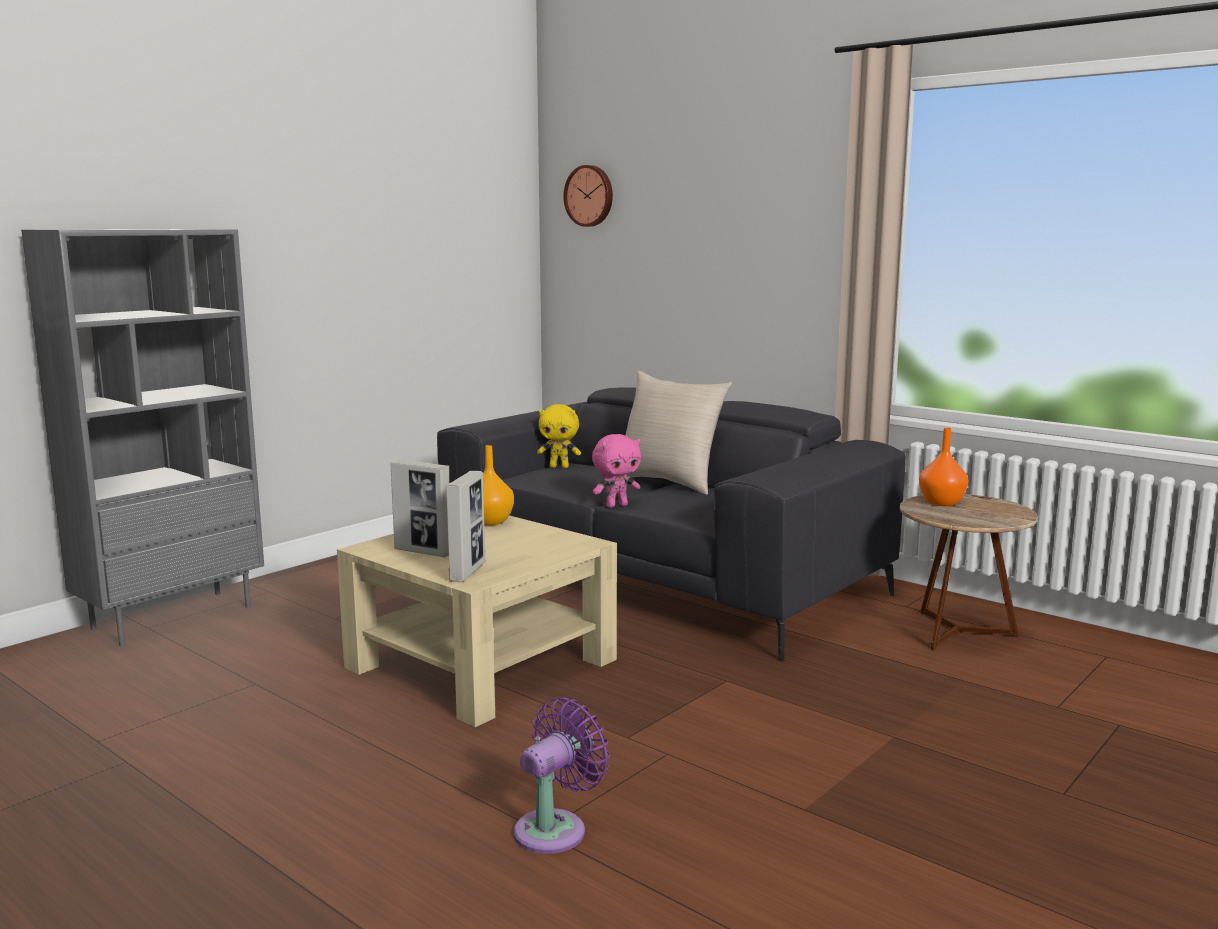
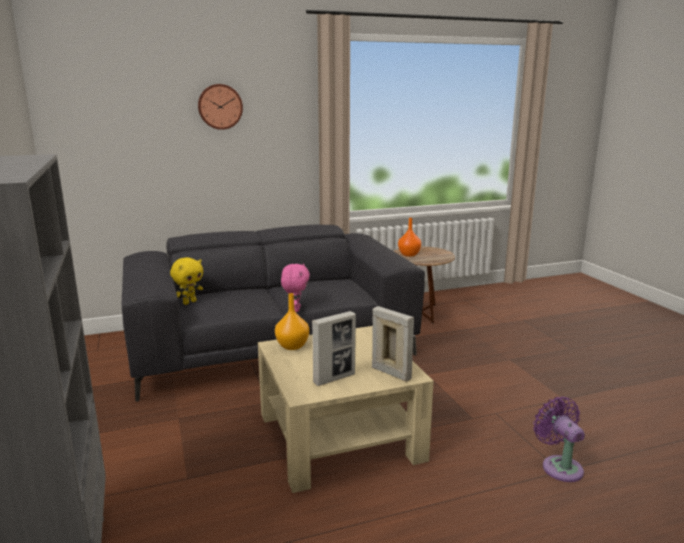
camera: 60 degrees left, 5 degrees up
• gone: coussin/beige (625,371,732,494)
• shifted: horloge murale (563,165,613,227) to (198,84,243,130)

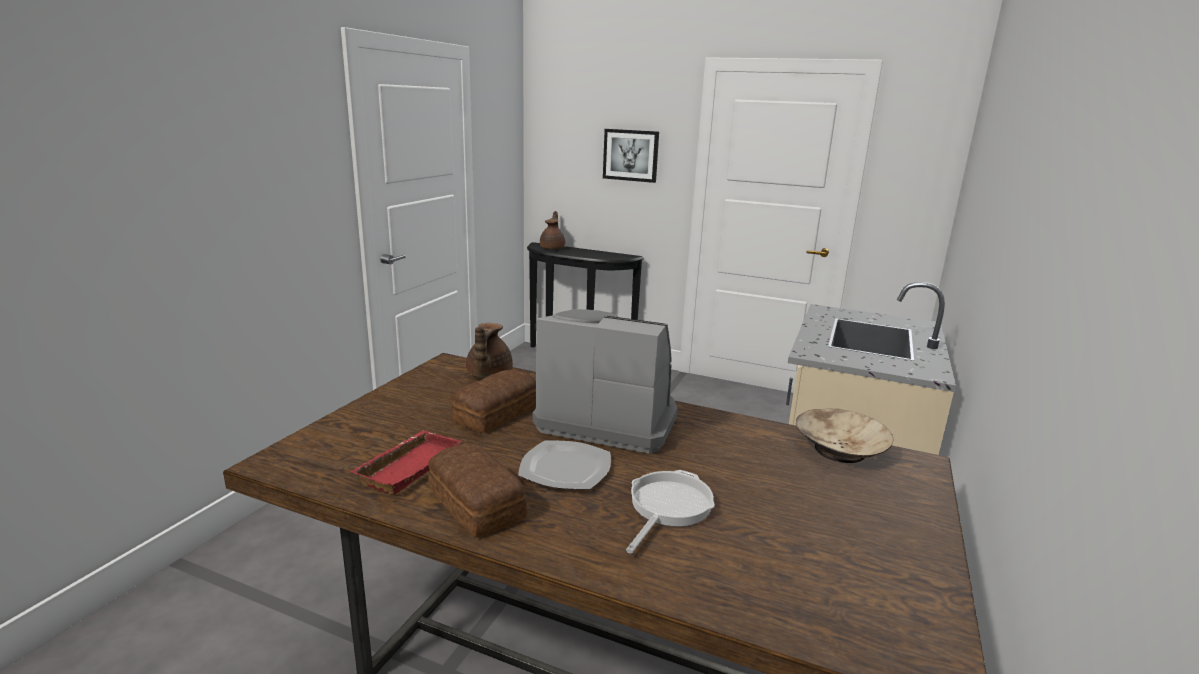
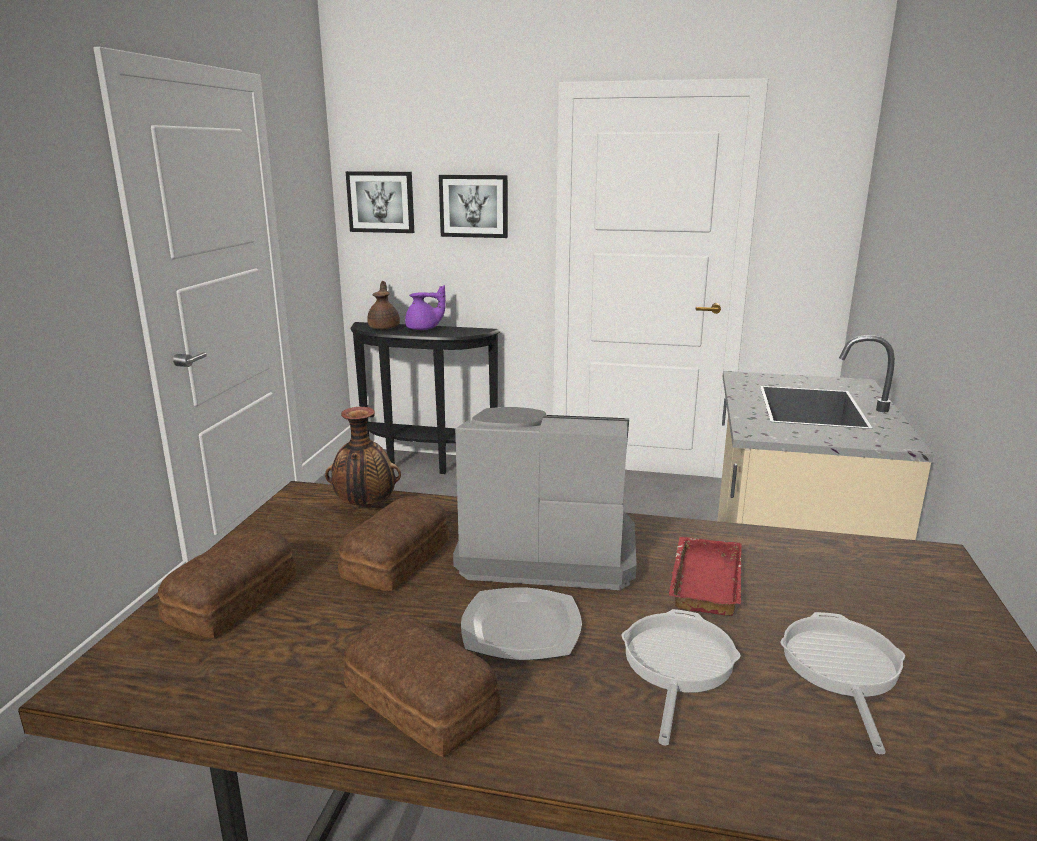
camera: 10 degrees left, 0 degrees up
• gone: bol/beige (796,409,893,463)
• new: pain (158,529,297,638)
• new: tableau (346,171,414,233)
• new: théière/violet (405,285,446,330)
• new: poêle (780,612,905,754)
• shifted: plateau/rouge (350,430,462,495) to (669,537,742,616)
• swapped: théière/marron (466,323,513,379) to vase (325,407,401,507)

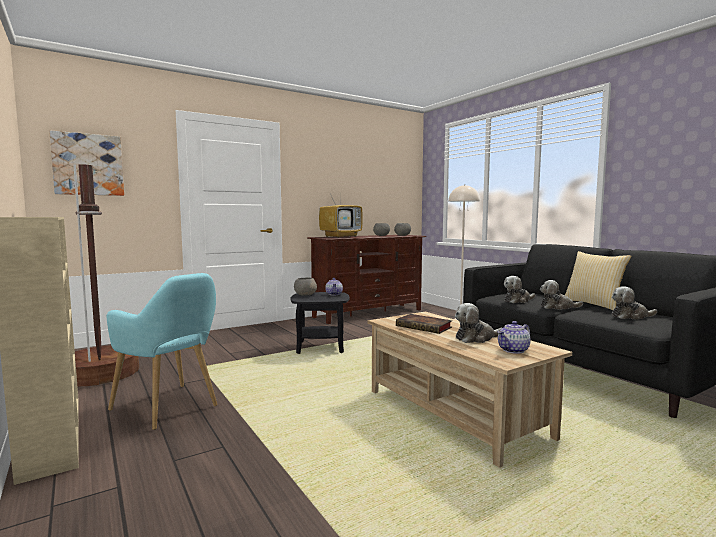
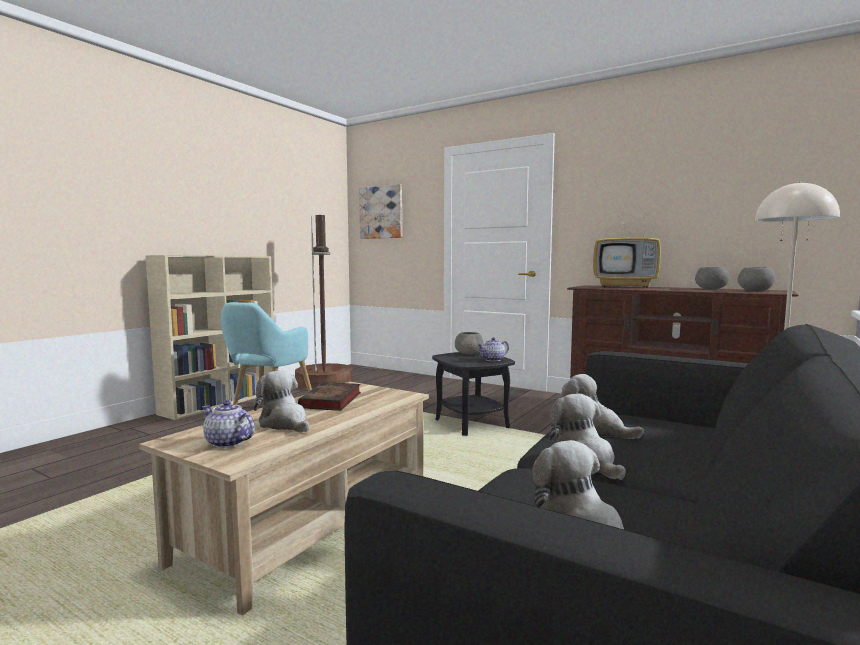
camera: 65 degrees right, 0 degrees up
• gone: coussin (565,251,631,310)

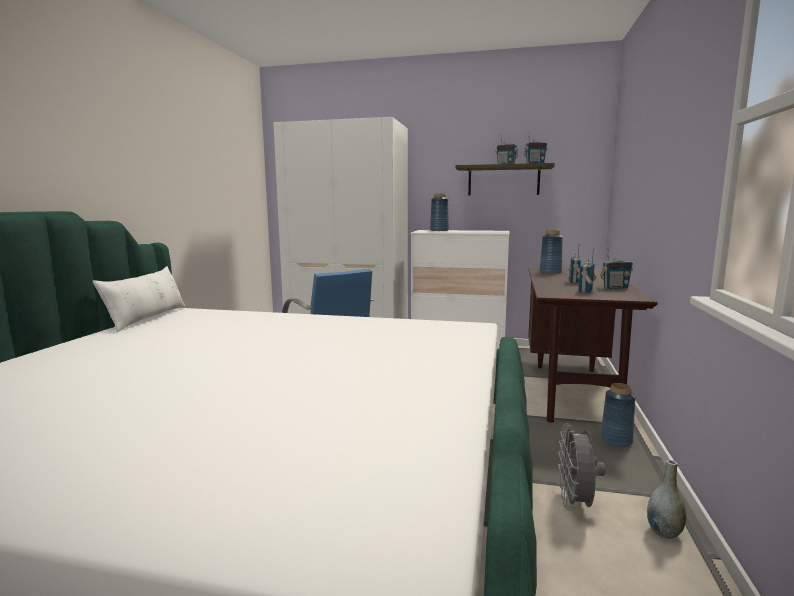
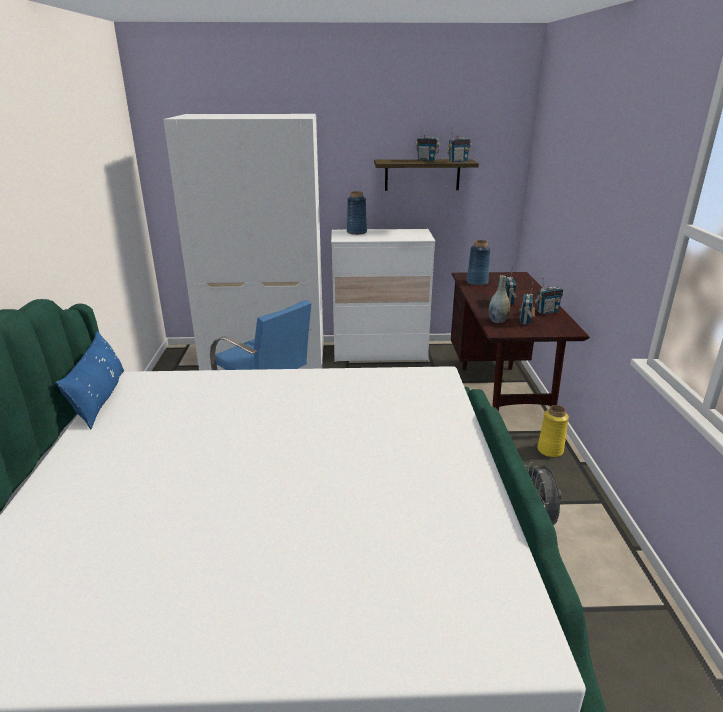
camera: 15 degrees left, 15 degrees up
• shifted: vase/gris (647,460,686,539) to (489,275,510,323)
• repainted: coussin/blanc (93,266,186,332) to coussin/bleu (56,331,124,429)
• repainted: vase/bleu (600,383,636,448) to vase/jaune (537,405,569,457)

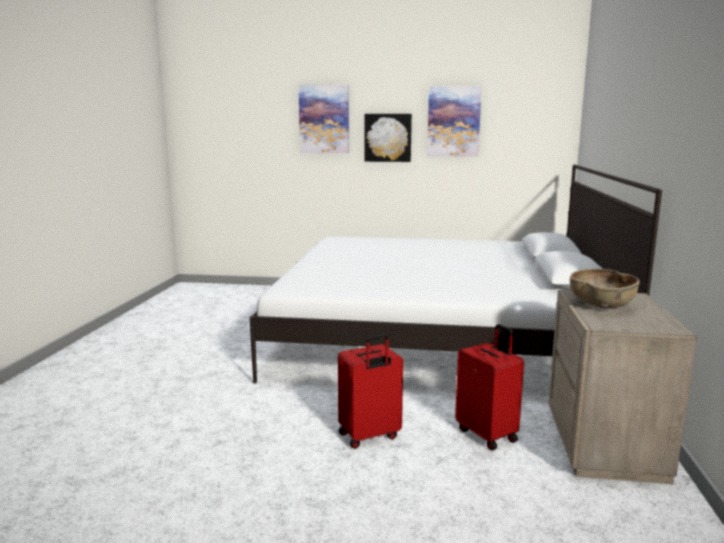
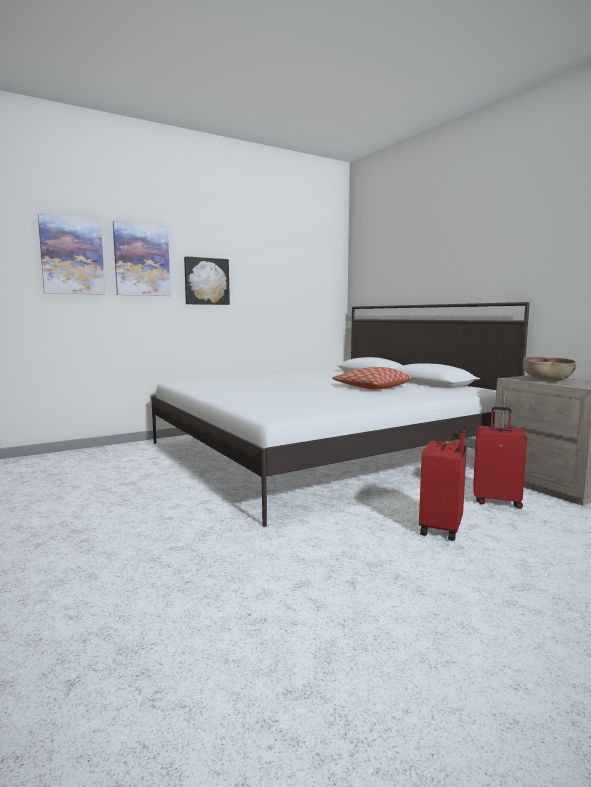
camera: 40 degrees left, 5 degrees down
• new: coussin (332,367,413,390)
• shifted: tableau (427,86,482,157) to (38,213,105,295)

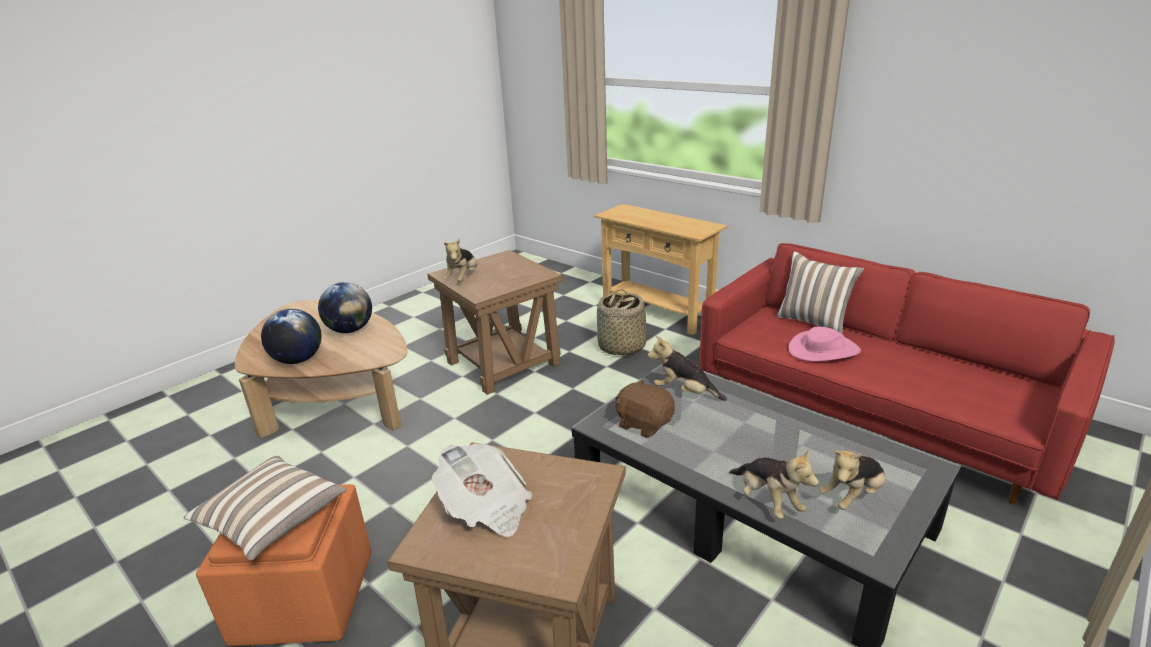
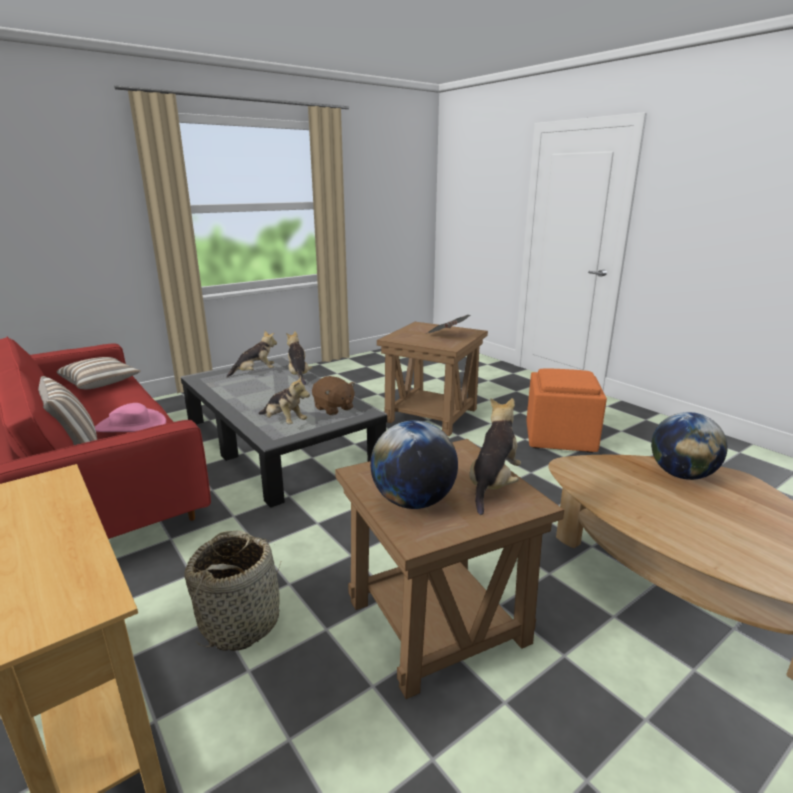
camera: 170 degrees left, 5 degrees down
• shifted: coussin (183,455,347,560) to (57,357,141,390)
• shifted: globe (318,282,372,333) to (370,420,458,509)

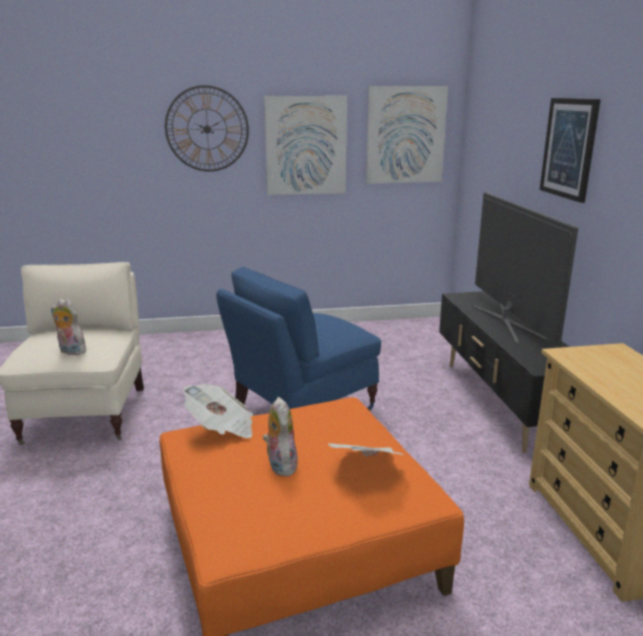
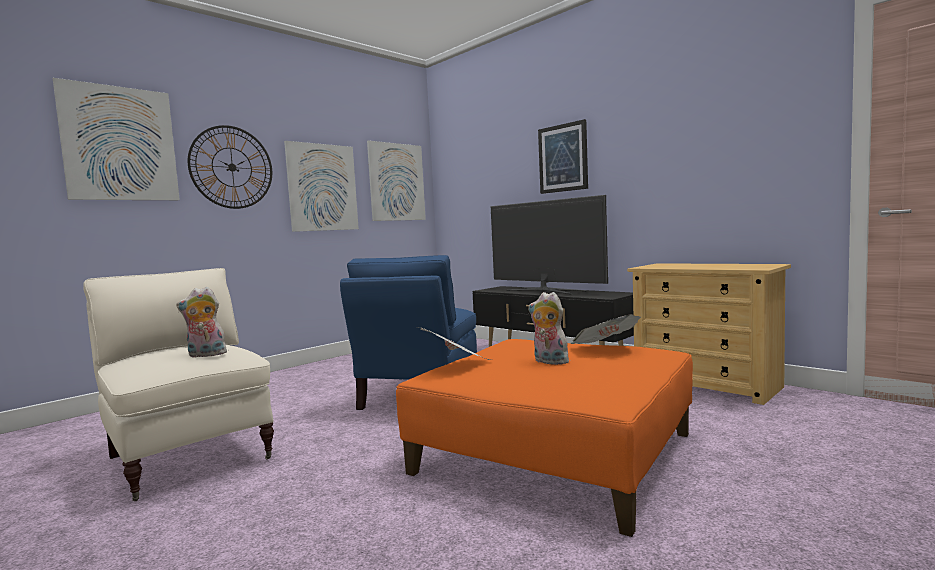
camera: 35 degrees left, 15 degrees down
• new: tableau (53,78,180,200)

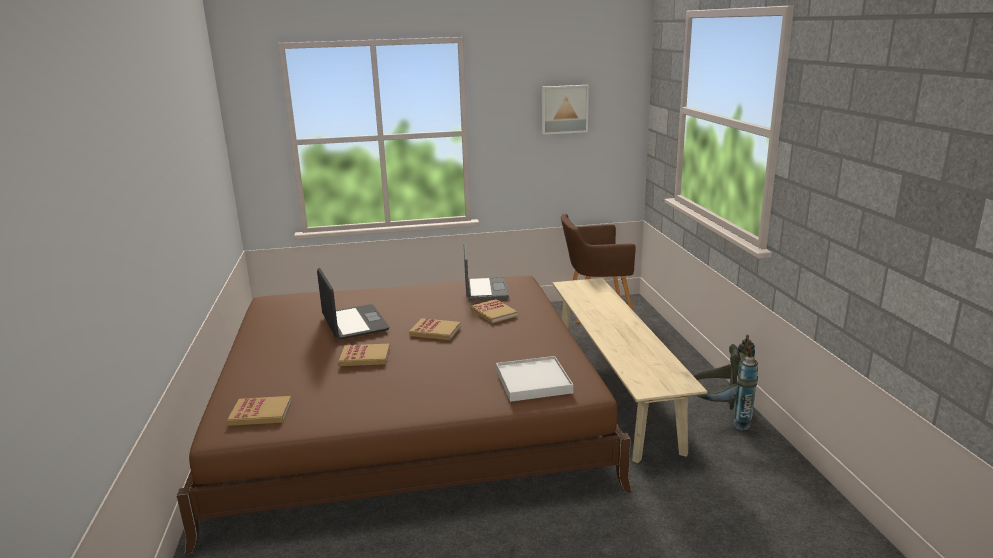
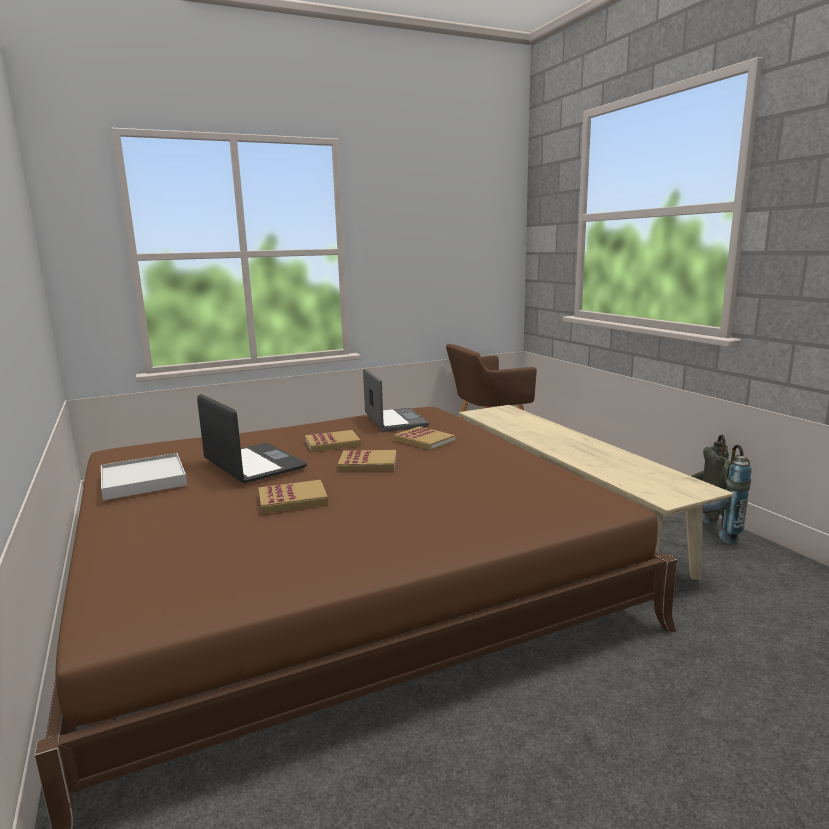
camera: 15 degrees left, 5 degrees down
• gone: tableau (542,85,589,135)
• shifted: livre (227,396,292,426) to (305,430,361,452)
• shifted: plateau/blanc (496,356,573,402) to (101,453,187,500)

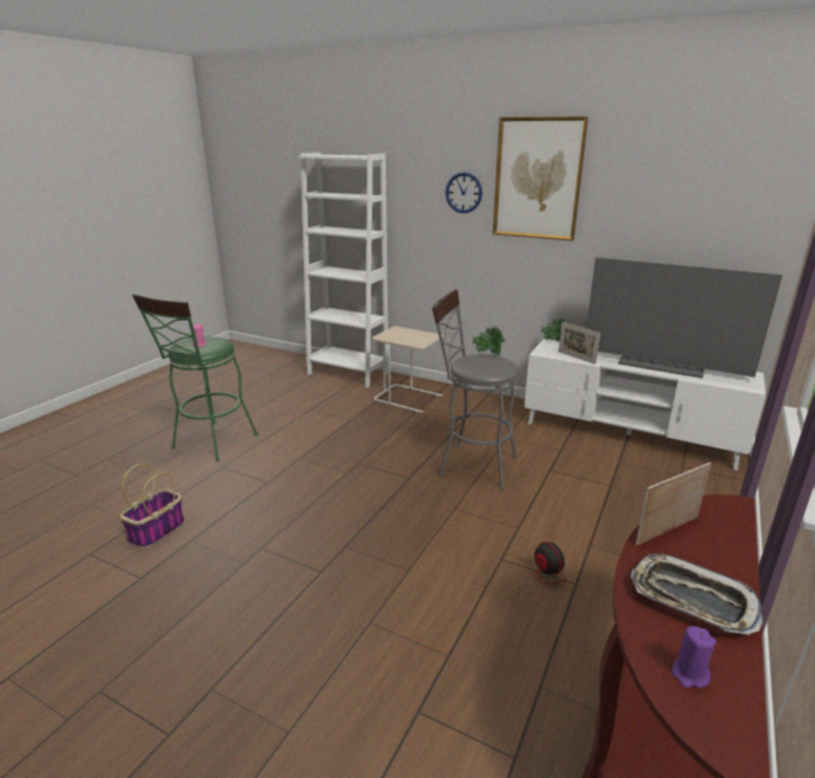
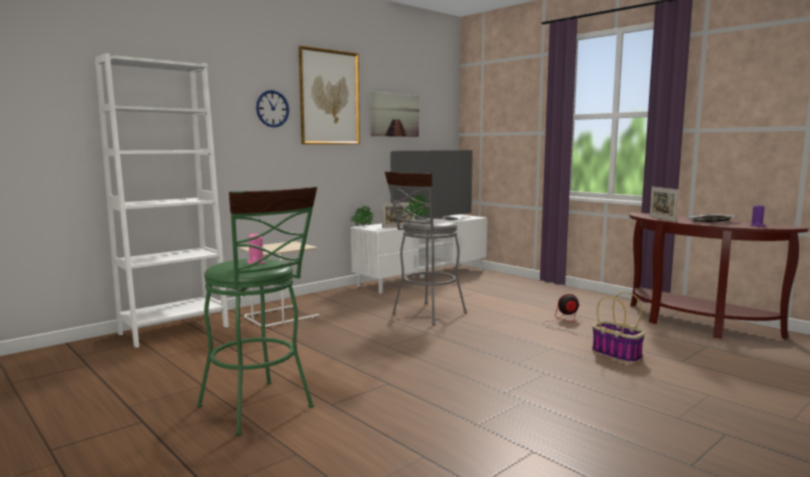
camera: 70 degrees left, 15 degrees down
• new: tableau (370,92,419,137)
• shifted: panier (120,464,185,548) to (592,292,645,364)

